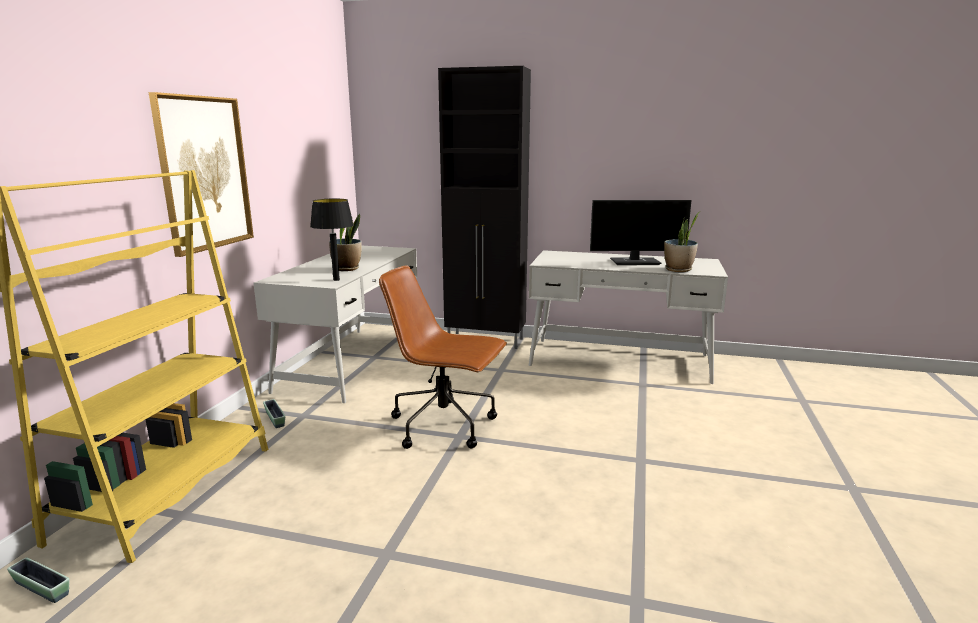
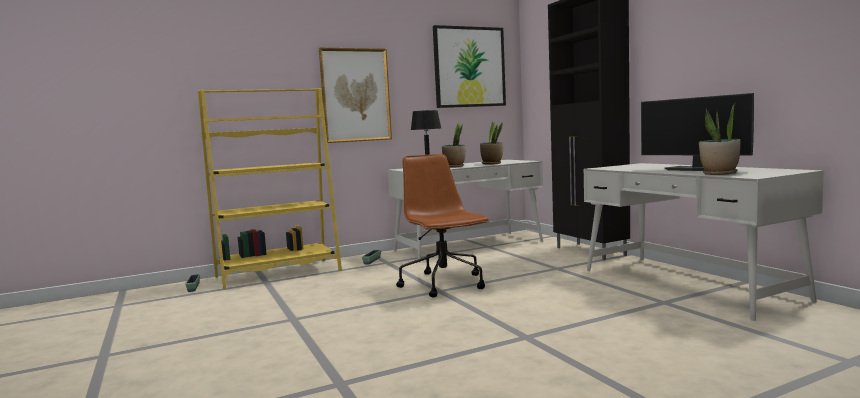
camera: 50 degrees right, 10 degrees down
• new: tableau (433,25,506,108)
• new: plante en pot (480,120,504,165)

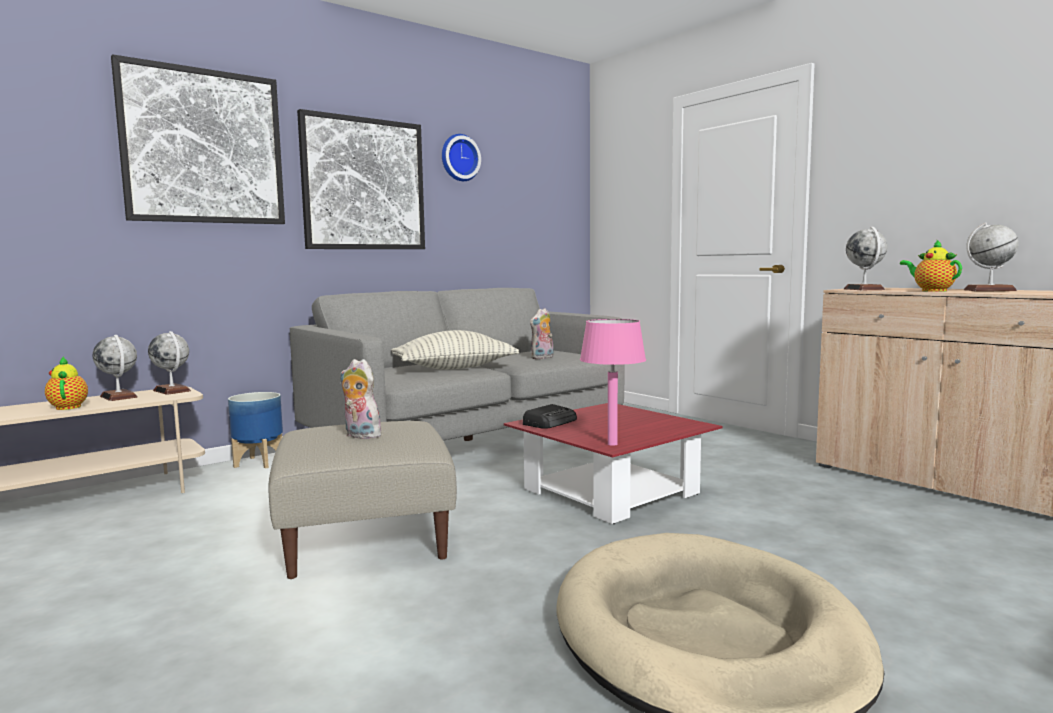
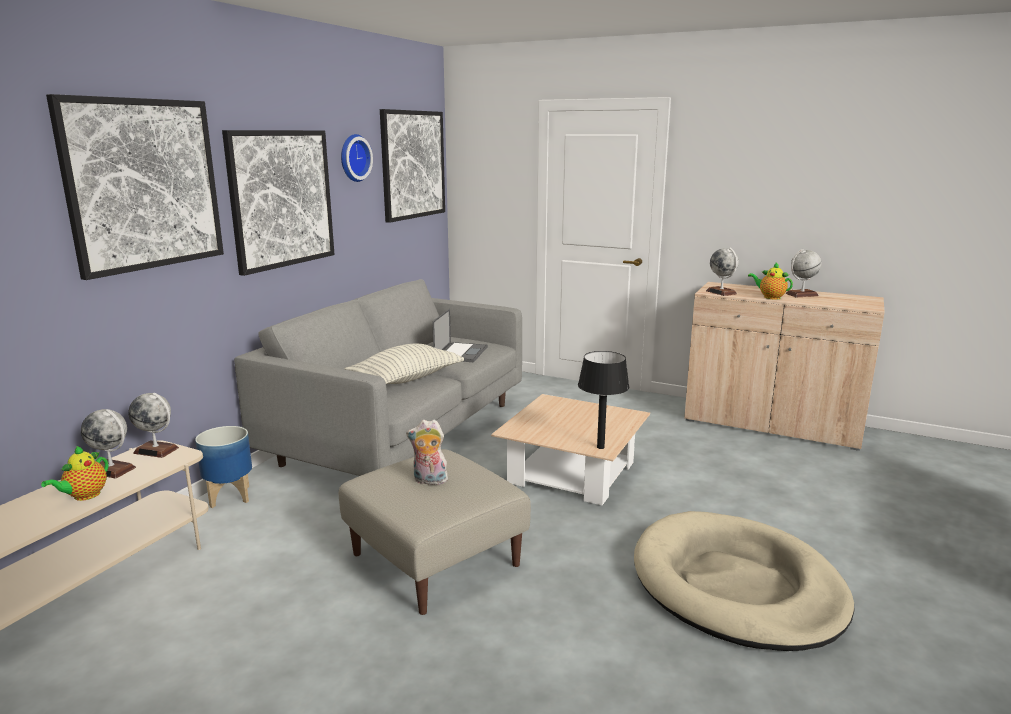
camera: 25 degrees left, 10 degrees up
• gone: radio (523,404,577,429)
• new: tableau (380,109,445,223)
• swapped: peluche (530,308,554,359) to ordinateur portable (432,308,488,362)
• repainted: table basse/rouge (504,403,723,524) to table basse/beige (491,394,650,505)
• repainted: lampe de table/rose (580,319,646,446) to lampe de table/noir (578,351,630,449)
• rotated: théière (45,356,88,410) = (41,446,108,501) 105 degrees counterclockwise

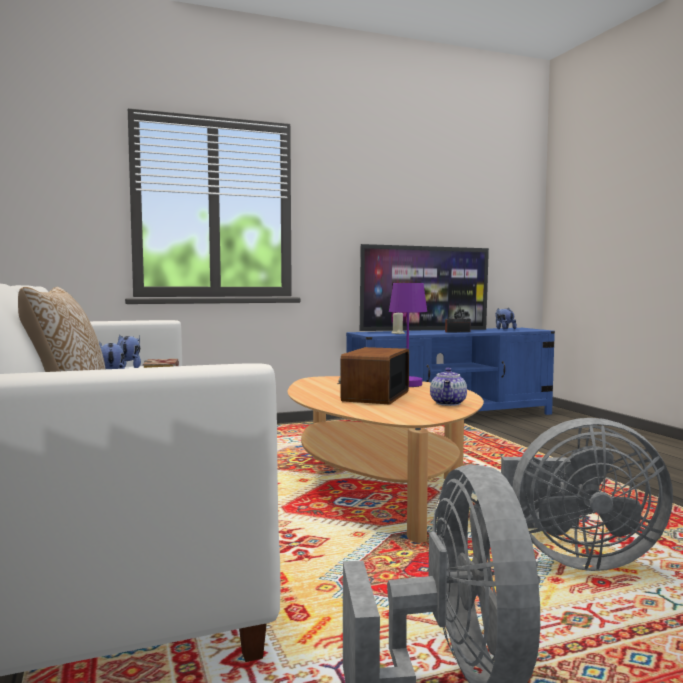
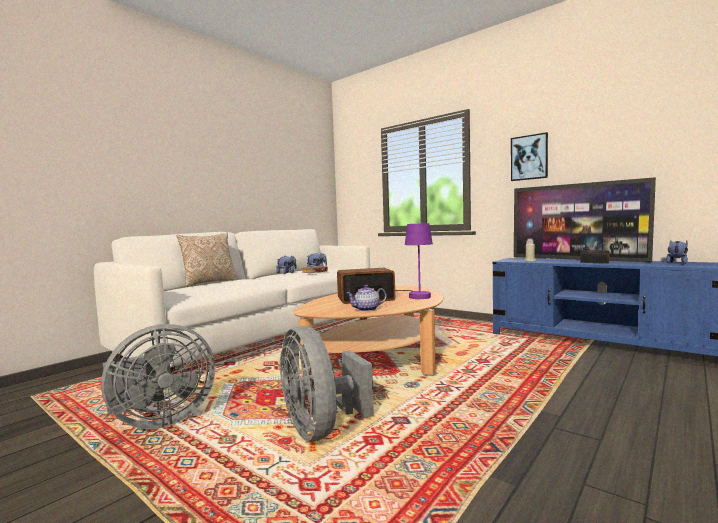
camera: 60 degrees right, 0 degrees up
• new: tableau (511,132,548,181)

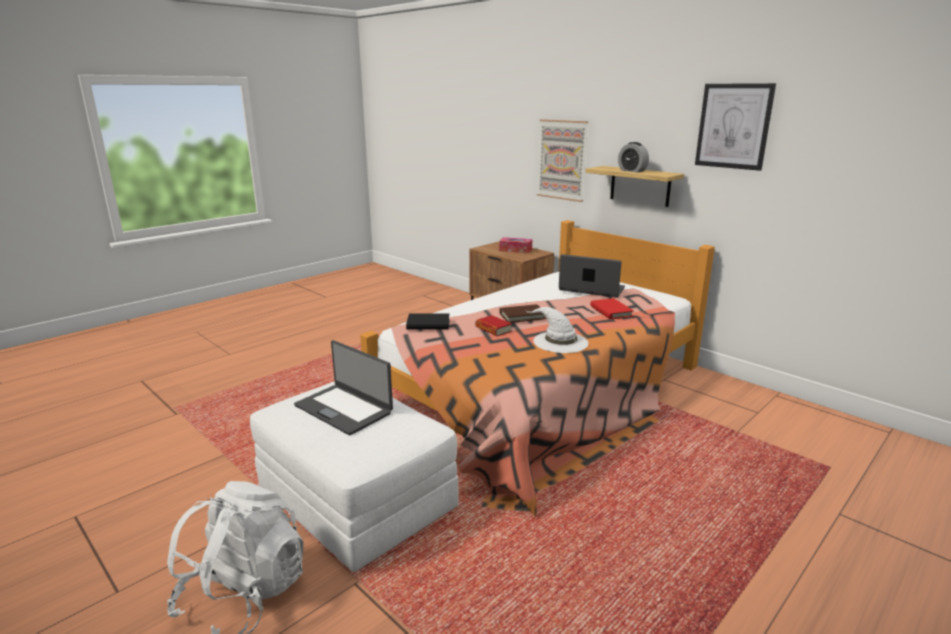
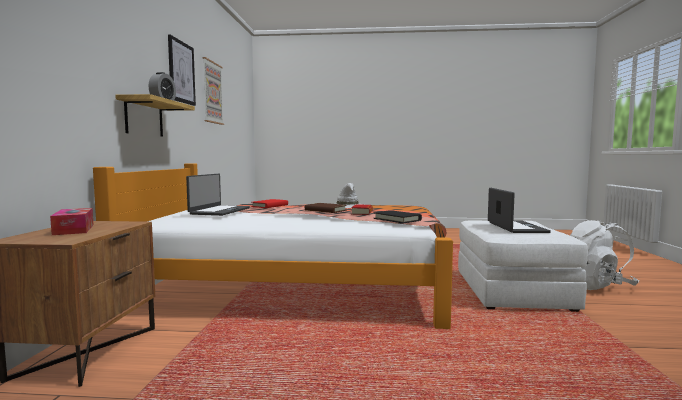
camera: 130 degrees left, 15 degrees down
• shifted: tableau (537,119,588,202) to (202,57,224,125)
• rotated: ordinateur portable (559,254,625,298) = (186,174,250,216) 150 degrees counterclockwise

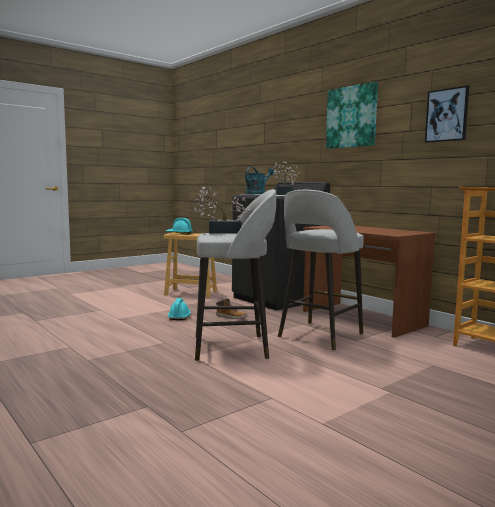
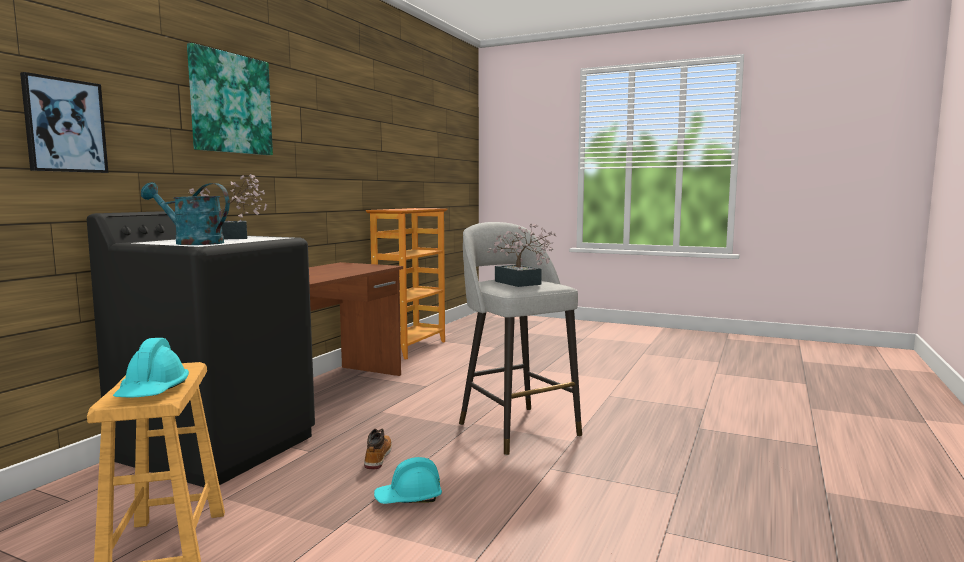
camera: 115 degrees left, 0 degrees up
• gone: tabouret/gris (278,190,364,350)
• shifted: tableau (425,85,469,143) to (20,72,108,173)

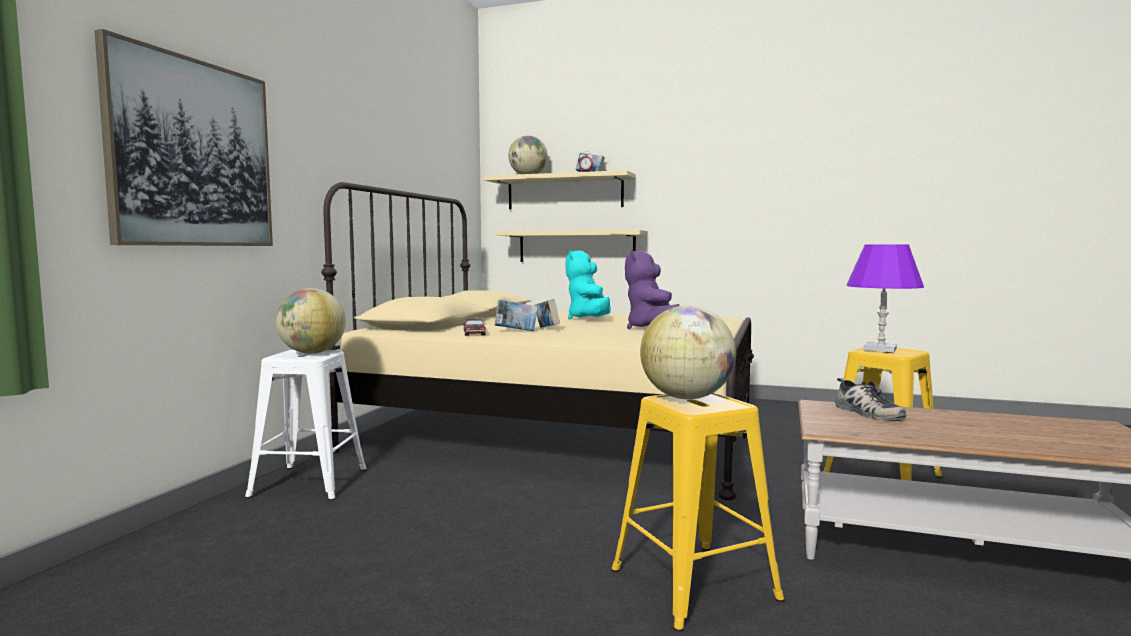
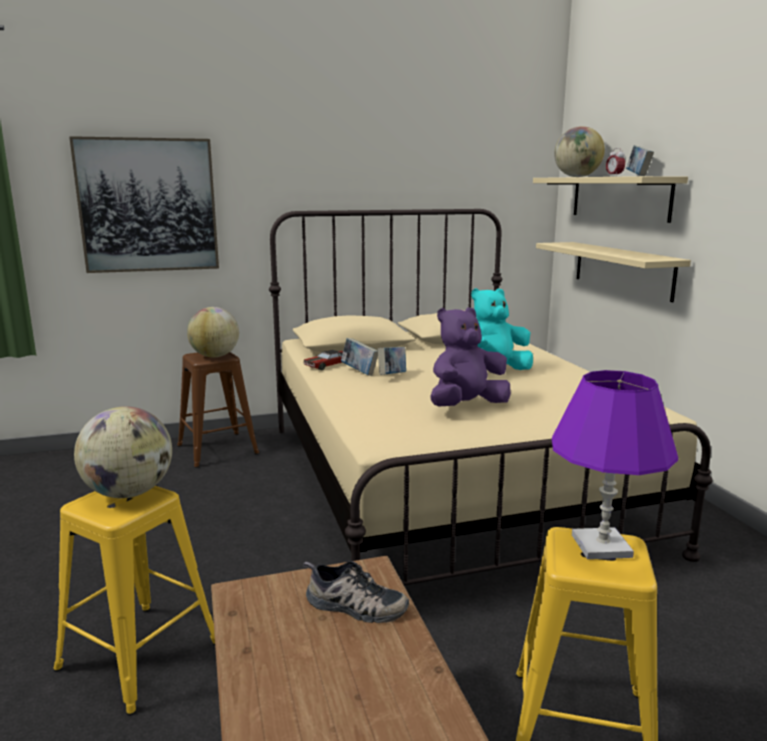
camera: 55 degrees right, 10 degrees up
• repainted: tabouret/blanc (245,350,367,500) to tabouret/marron (177,352,260,468)
• rotated: chaussure (835,378,906,421) = (303,561,409,623) 105 degrees counterclockwise

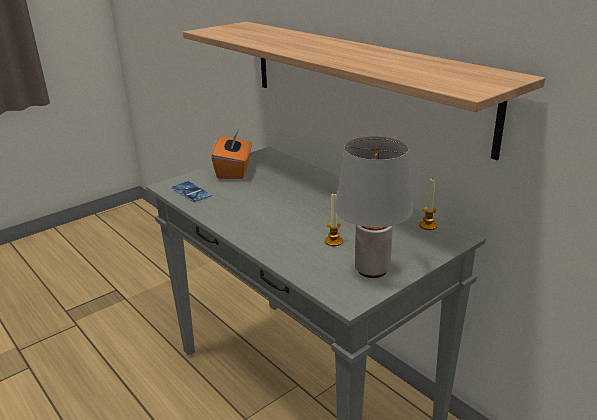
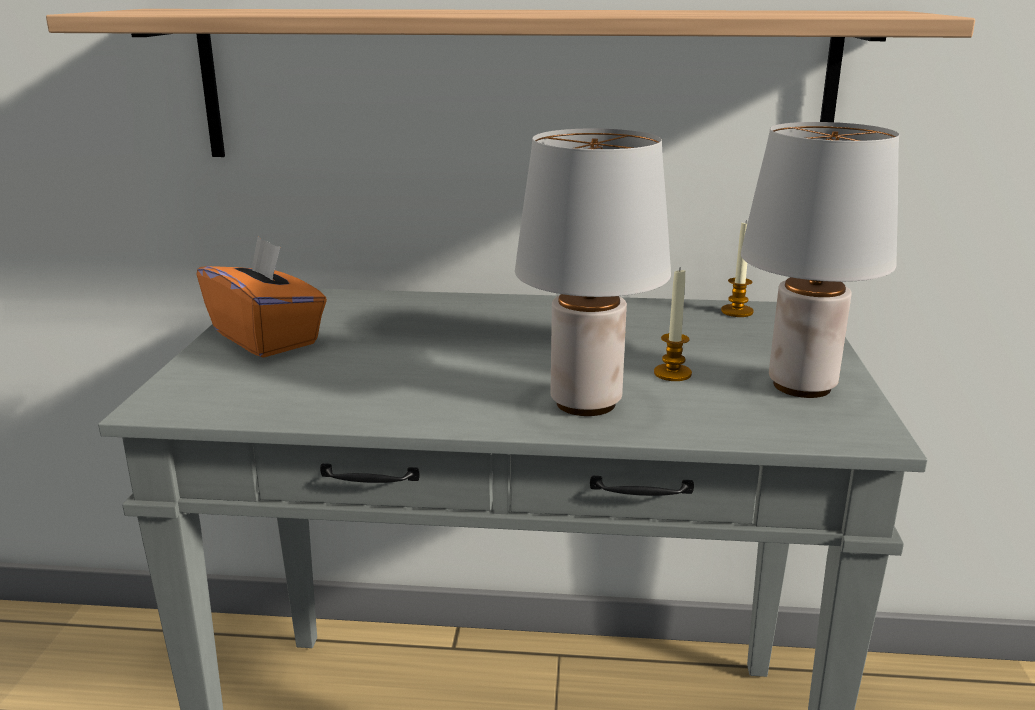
camera: 45 degrees left, 5 degrees down
• gone: téléphone (171,181,212,202)
• new: lampe de table/gris (515,129,671,416)

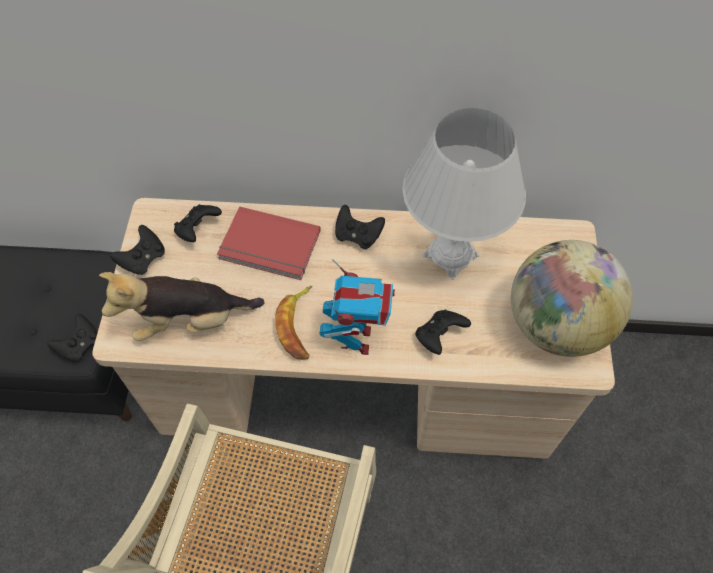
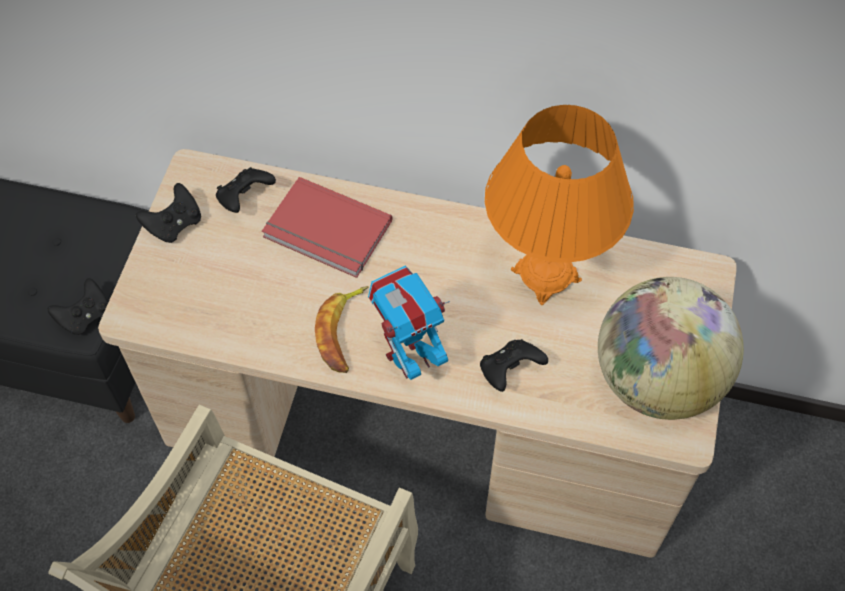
camera: 10 degrees right, 0 degrees up
• gone: peluche (99,272,264,341)
• gone: manette/noir (335,205,385,249)
• repainted: lampe de table/blanc (402,108,526,280) to lampe de table/orange (485,105,634,305)
• rotated: robot jouet (320,259,395,355) = (368,266,450,380) 135 degrees counterclockwise

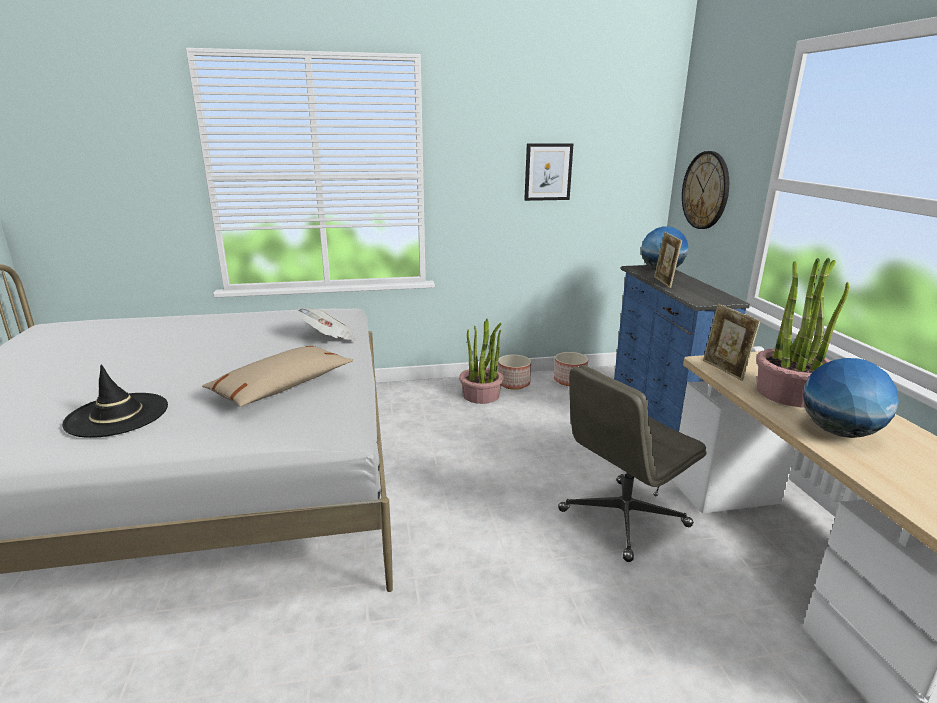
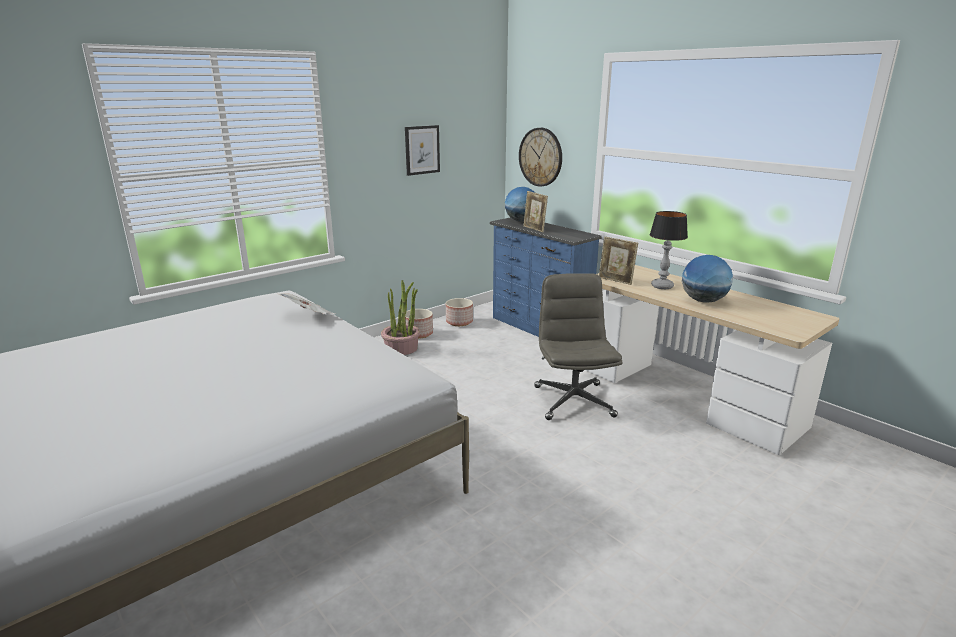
camera: 30 degrees left, 0 degrees up
• gone: chapeau/noir (62,365,168,438)
• gone: coussin/beige (202,346,353,407)
• swapped: plante en pot (756,258,849,407) to lampe de table (650,211,688,289)
• rotated: chaise de bureau/gris (558,365,706,562) = (534,273,622,420) 150 degrees clockwise

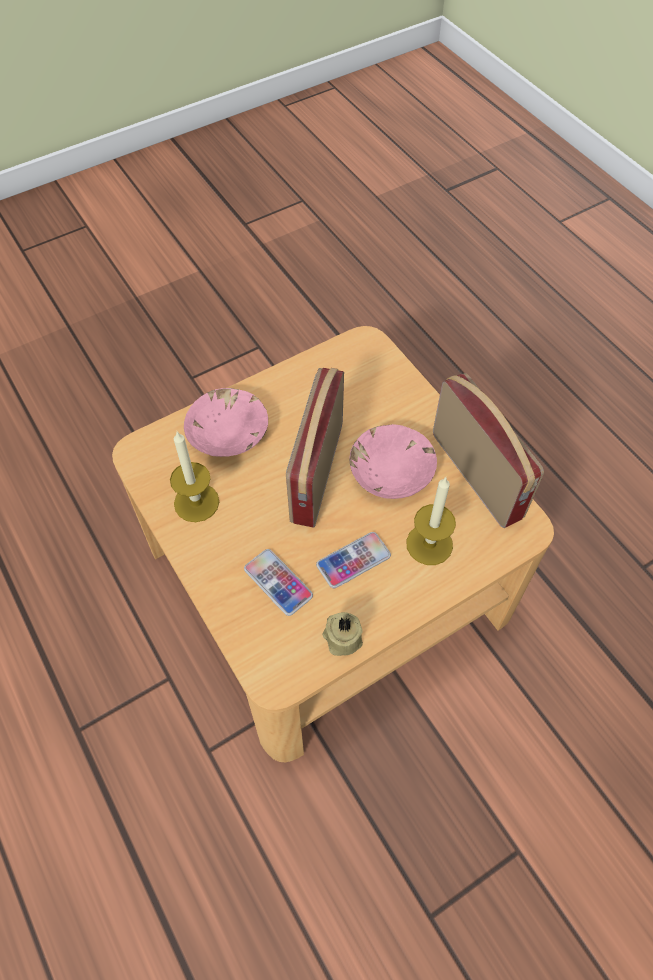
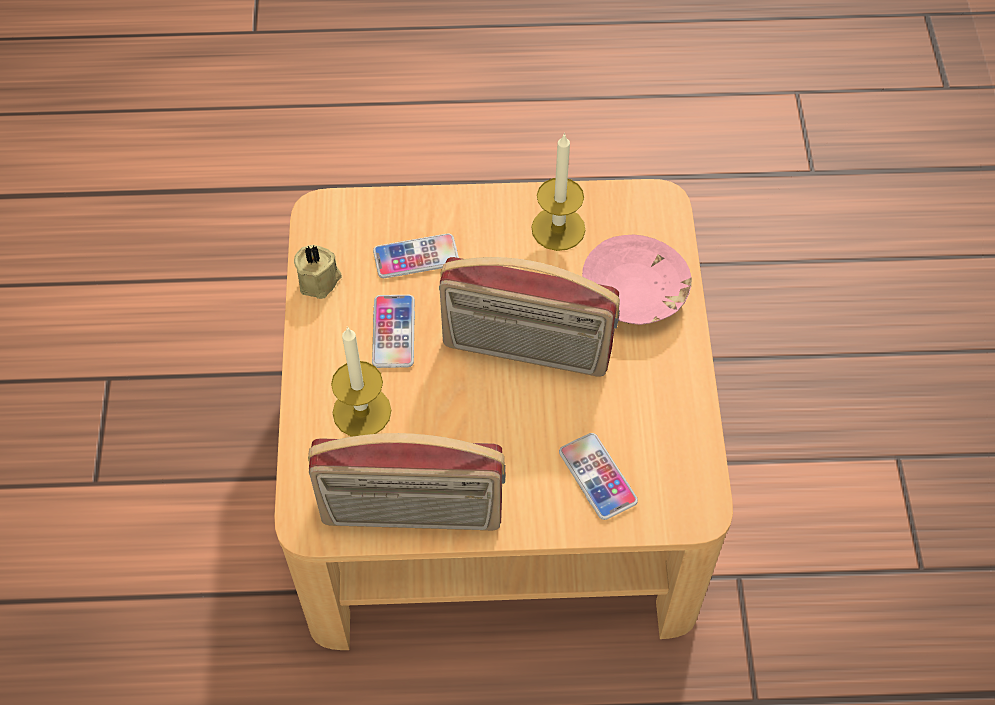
camera: 120 degrees right, 0 degrees up
• gone: bol/rose (349,424,437,499)
• new: téléphone (559,433,638,520)
• rotated: radio (286,368,344,528) = (439,257,620,377) 150 degrees clockwise

